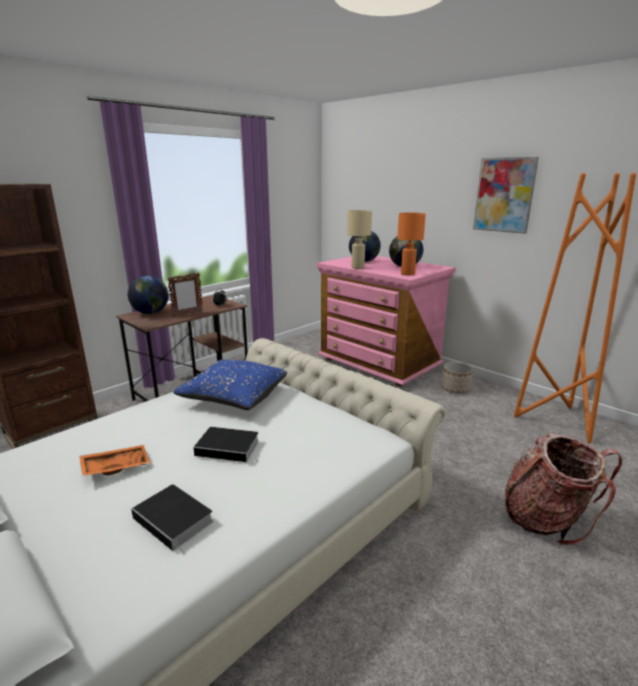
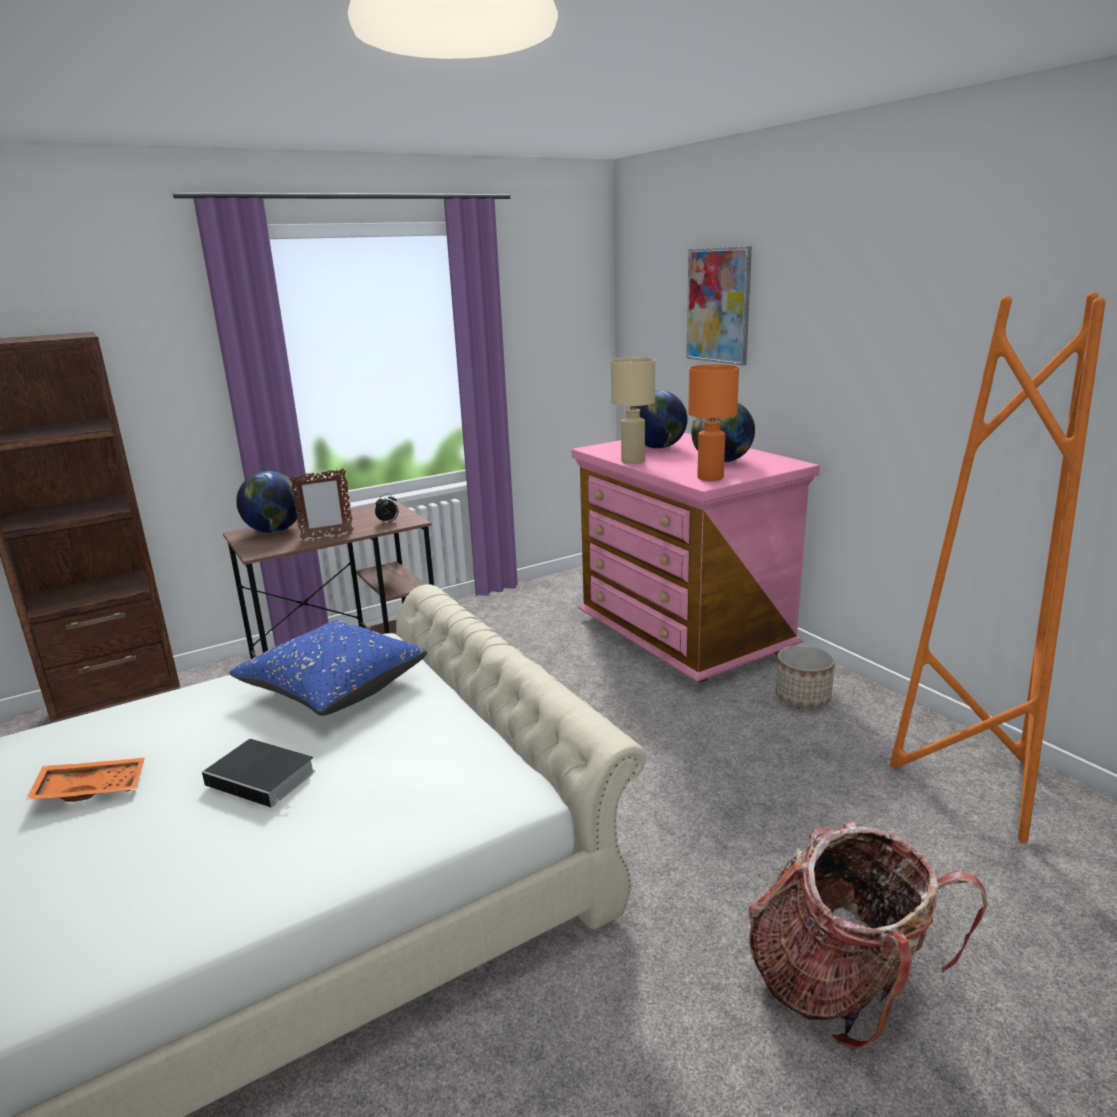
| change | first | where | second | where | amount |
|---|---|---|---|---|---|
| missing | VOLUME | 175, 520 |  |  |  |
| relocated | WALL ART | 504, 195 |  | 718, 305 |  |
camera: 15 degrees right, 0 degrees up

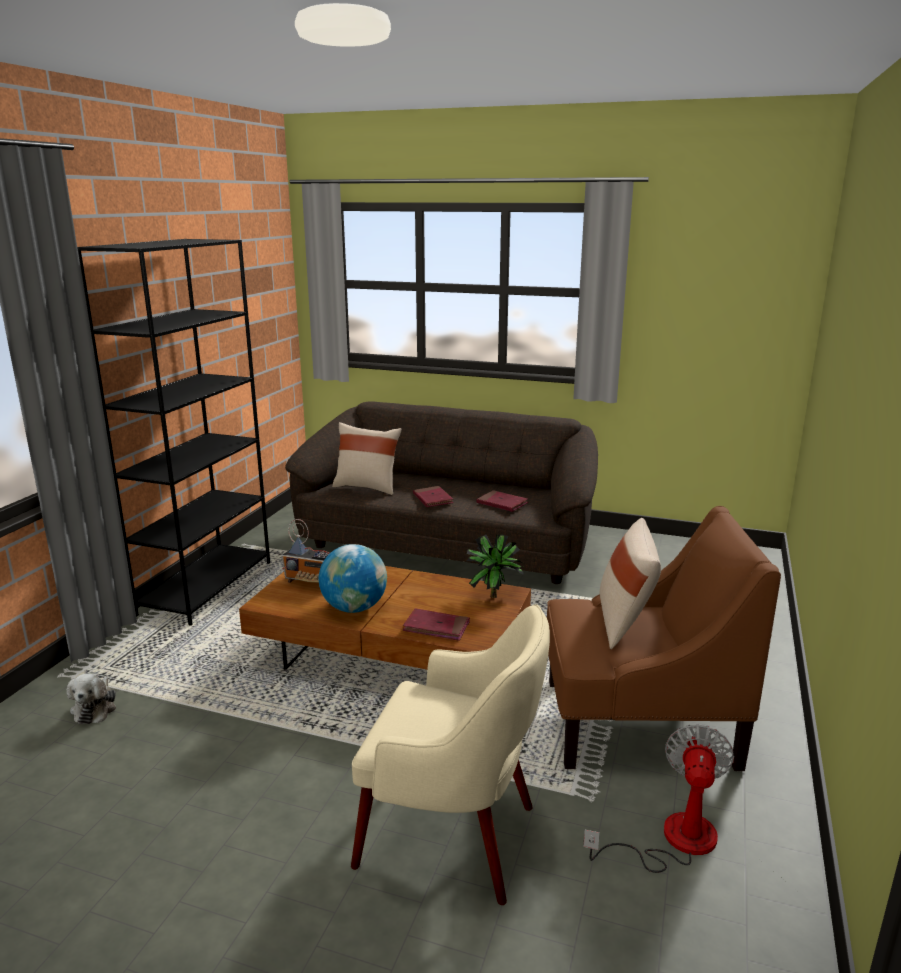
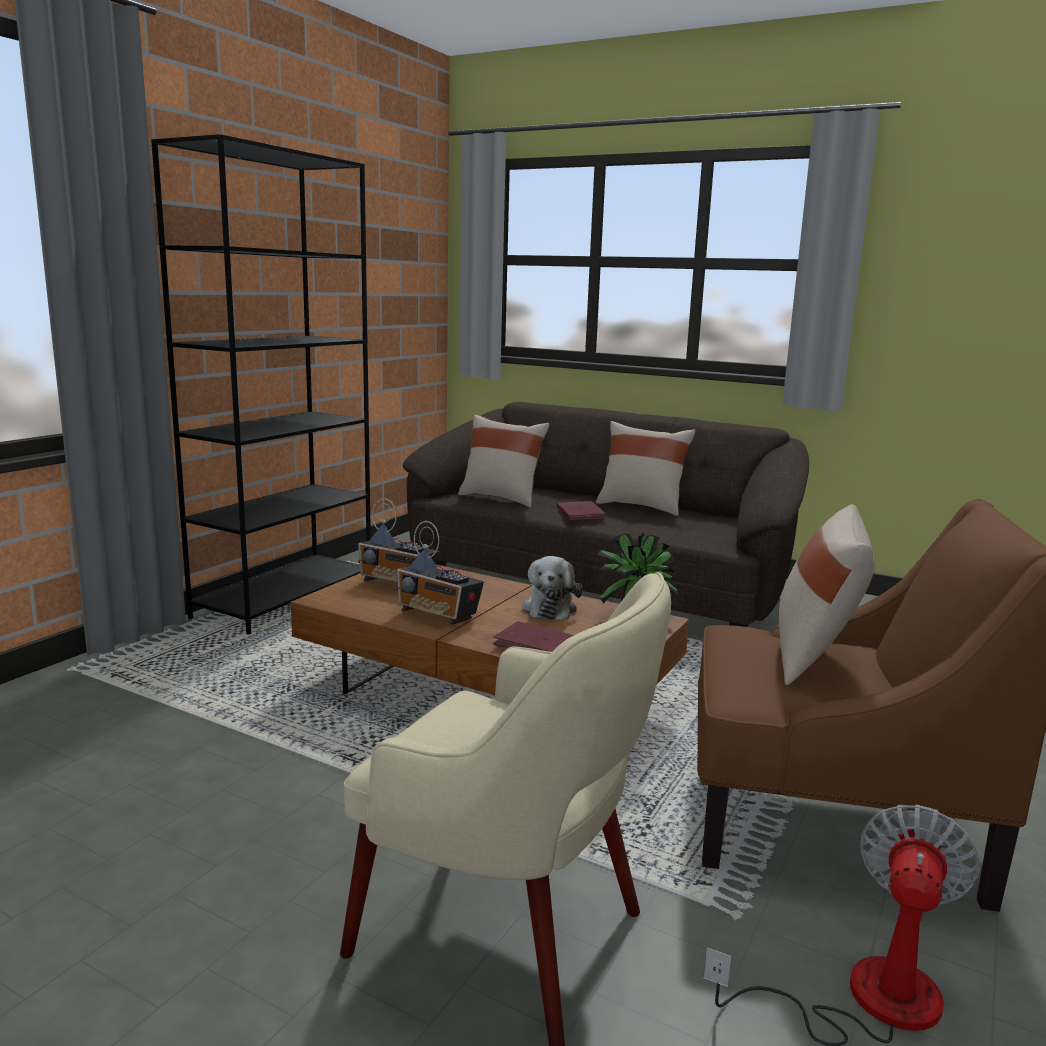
| change | first | where | second | where | amount |
|---|---|---|---|---|---|
| relocated | PLUSH TOY | 95, 708 |  | 550, 608 |  |
| exchanged | GLOBE | 354, 608 | RADIO | 438, 615 |  |
| missing | REDDISH VOLUME | 502, 503 |  |  |  |
| appeared |  |  | BEIGE-COLOURED PILLOW | 641, 506 |  |
camera: 10 degrees right, 5 degrees down

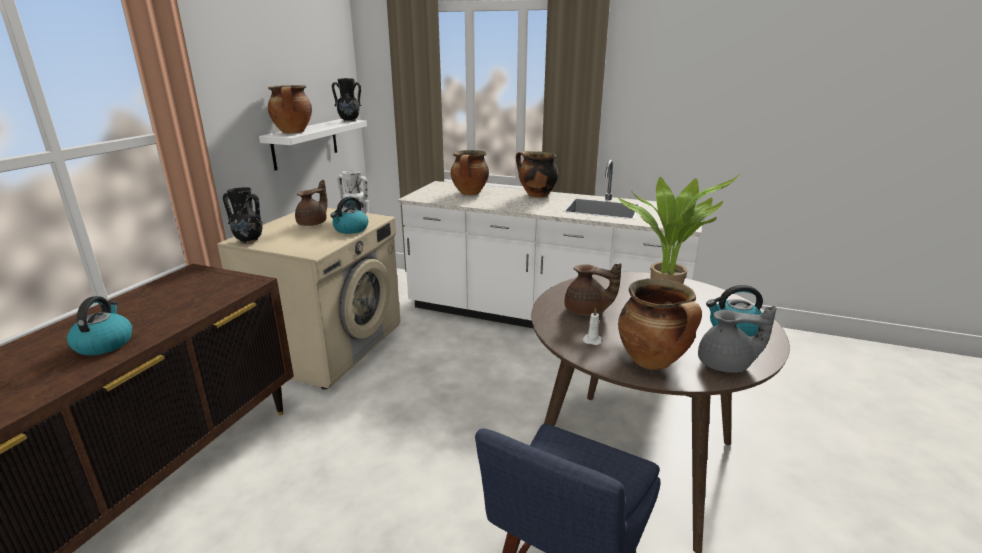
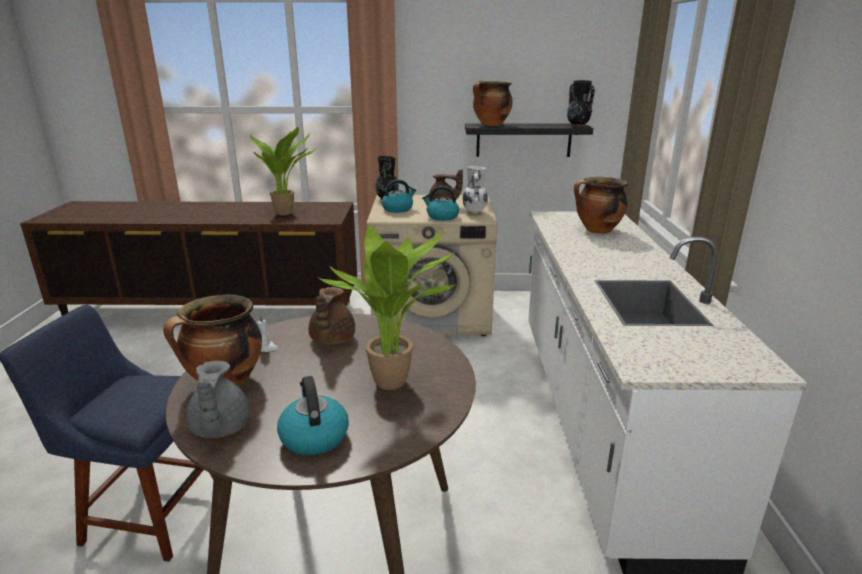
| change | first | where | second | where | amount |
|---|---|---|---|---|---|
| relocated | WATER KETTLE | 104, 344 |  | 398, 209 |  |
| colour | WHITISH WALL SHELF | 305, 143 | BLACK-COLOURED WALL SHELF | 523, 140 |  |
| missing | SAUCEPOT | 536, 195 |  |  |  |
| appeared |  |  | PLANT IN A POT | 287, 213 |  |
camera: 70 degrees right, 0 degrees up

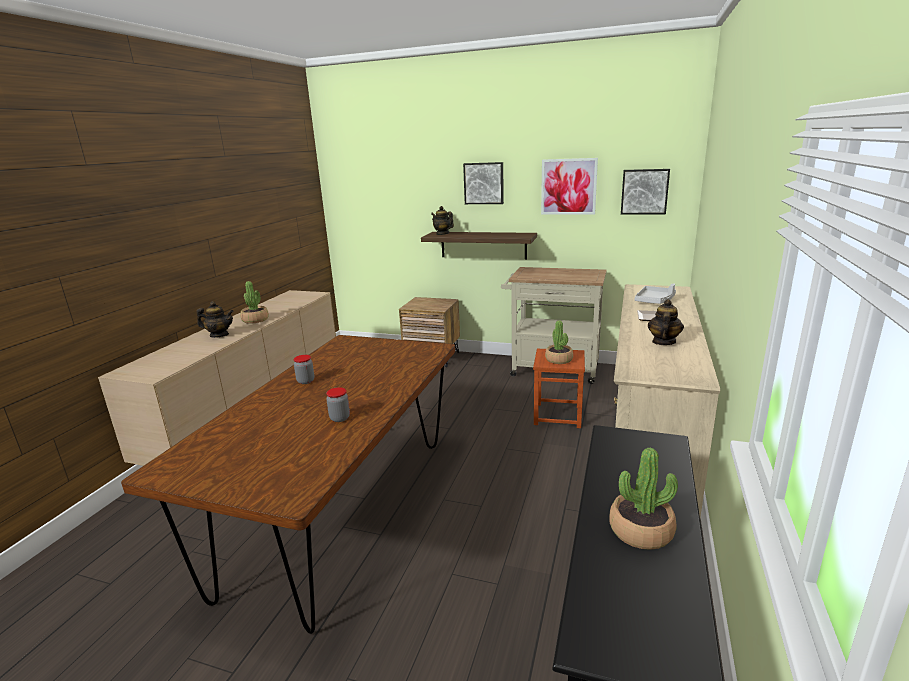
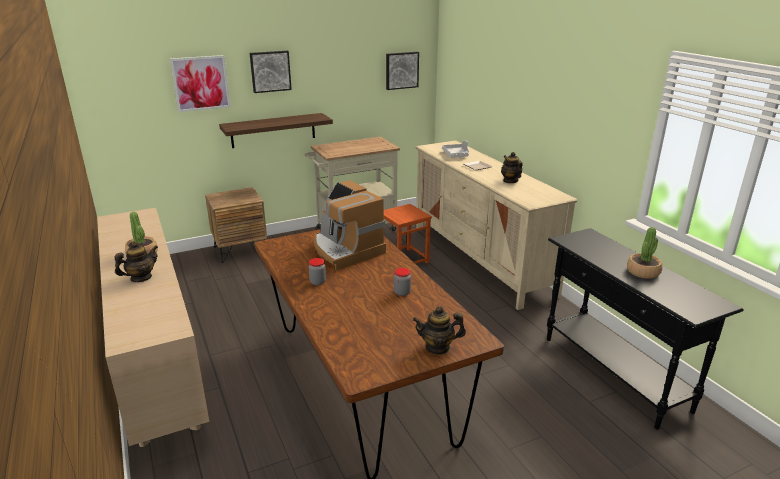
| change | first | where | second | where | amount |
|---|---|---|---|---|---|
| relocated | TEAPOT | 442, 233 |  | 438, 347 |  |
| relocated | WALL ART | 568, 186 |  | 201, 83 |  |
| missing | PLANT IN A POT | 559, 359 |  |  |  |
| appeared |  |  | COFFEE MAKER | 345, 250 |  |
camera: 45 degrees left, 5 degrees up

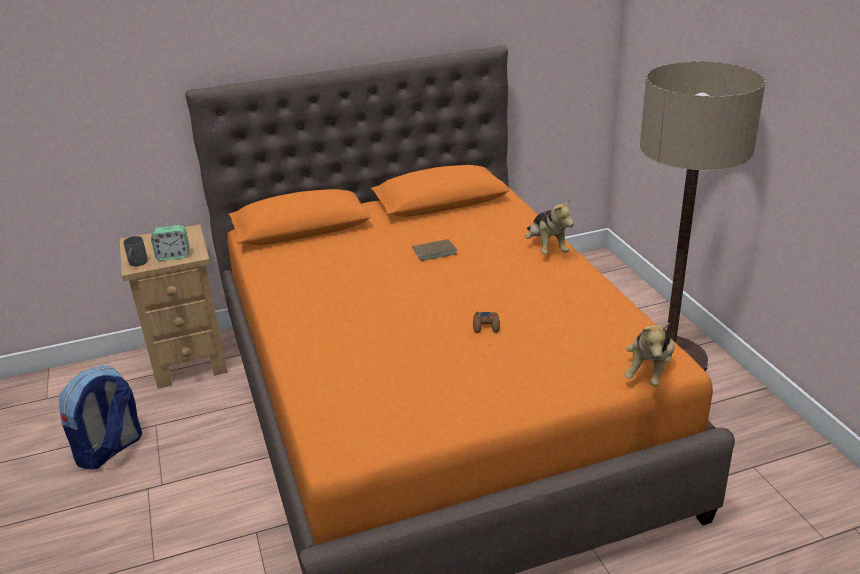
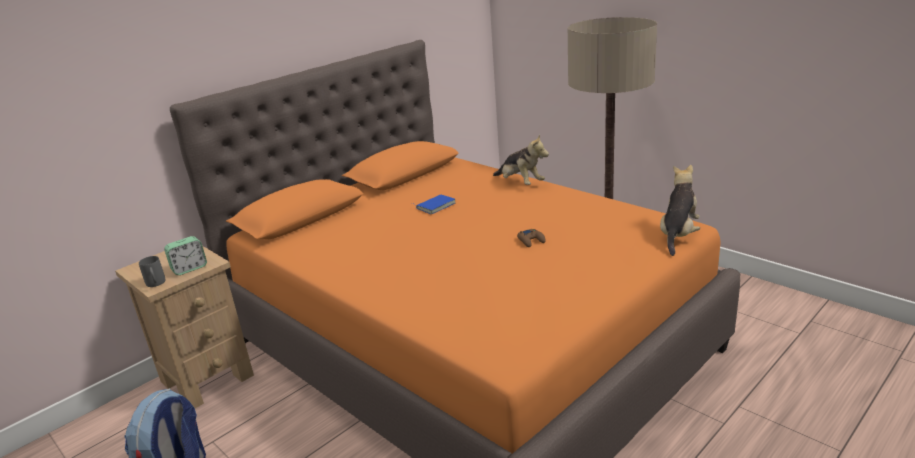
| change | first | where | second | where | amount |
|---|---|---|---|---|---|
| colour | BROWN VOLUME | 434, 251 | BLUE-COLOURED VOLUME | 435, 206 |  |
| spun | PLUSH TOY | 649, 371 |  | 678, 235 | 150 degrees counterclockwise |
camera: 25 degrees left, 5 degrees down

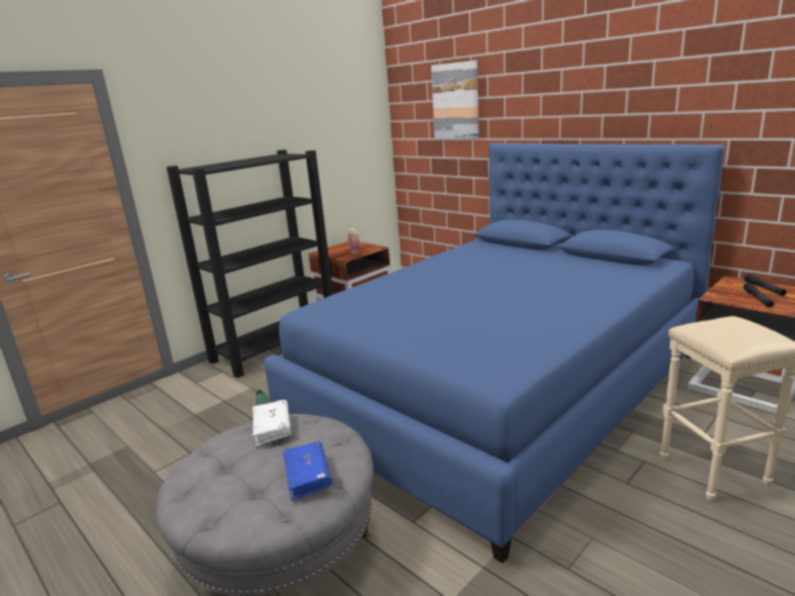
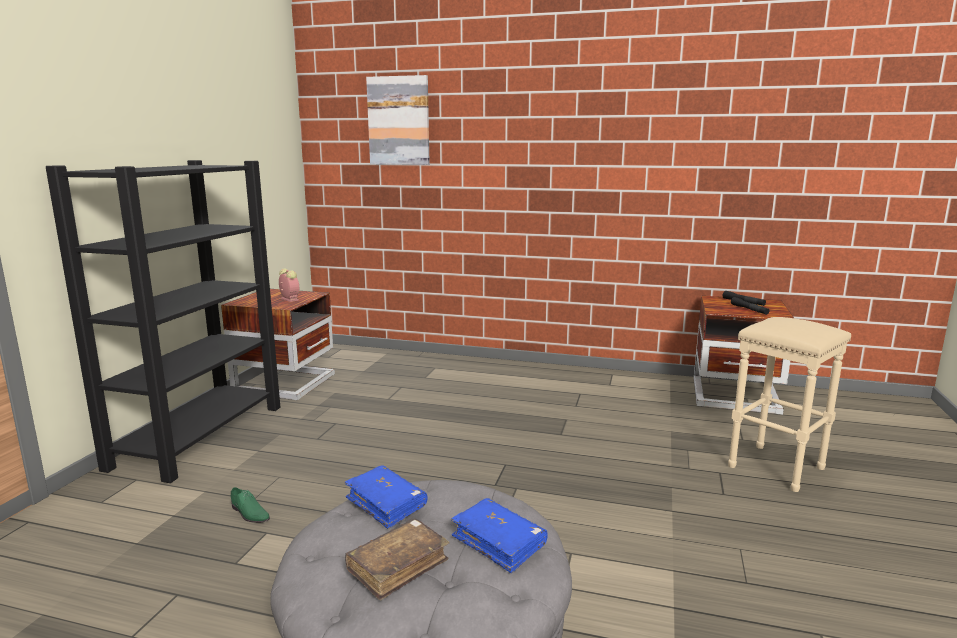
| change | first | where | second | where | amount |
|---|---|---|---|---|---|
| colour | WHITISH VOLUME | 272, 428 | BLUE-COLOURED VOLUME | 386, 504 |  |
| missing | BLUE-COLOURED SLEEPING BED | 500, 388 |  |  |  |
| appeared |  |  | BROWN VOLUME | 398, 566 |  |
camera: 30 degrees left, 5 degrees down

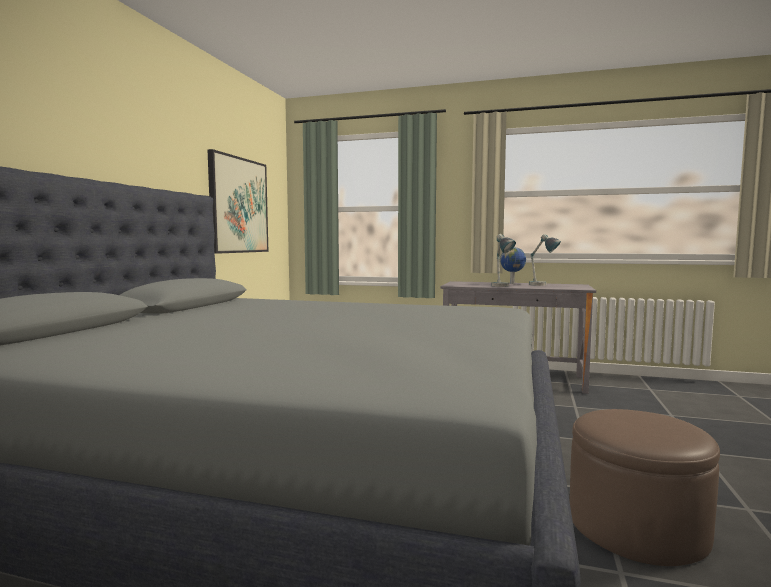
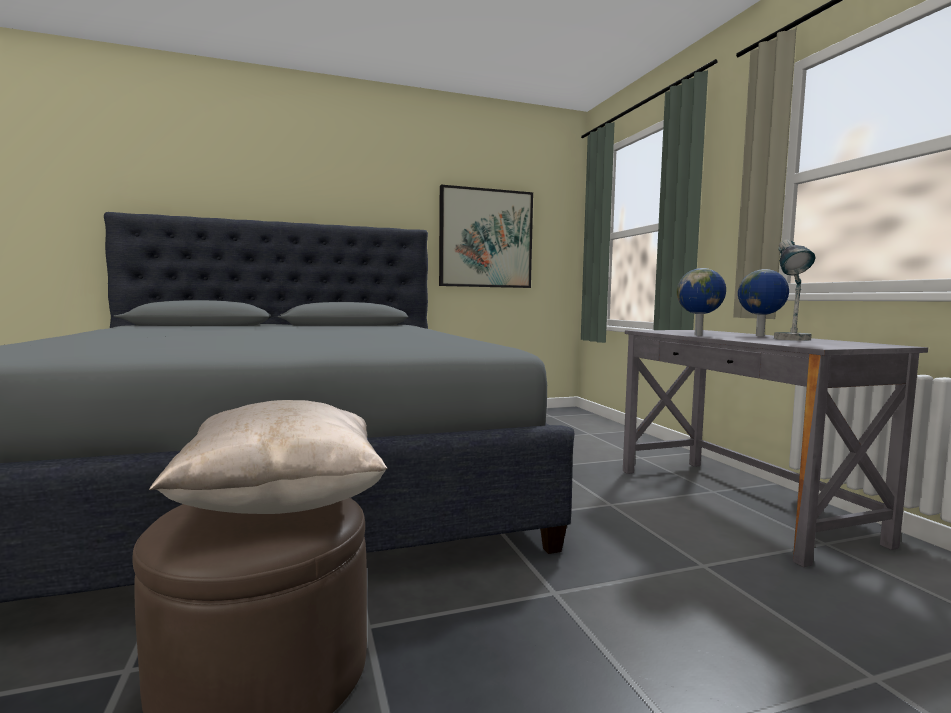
| change | first | where | second | where | amount |
|---|---|---|---|---|---|
| exchanged | LAMP FOR A TABLE | 502, 286 | GLOBE | 699, 335 |  |
| appeared |  |  | BEIGE-COLOURED PILLOW | 283, 501 |  |
camera: 55 degrees right, 0 degrees up

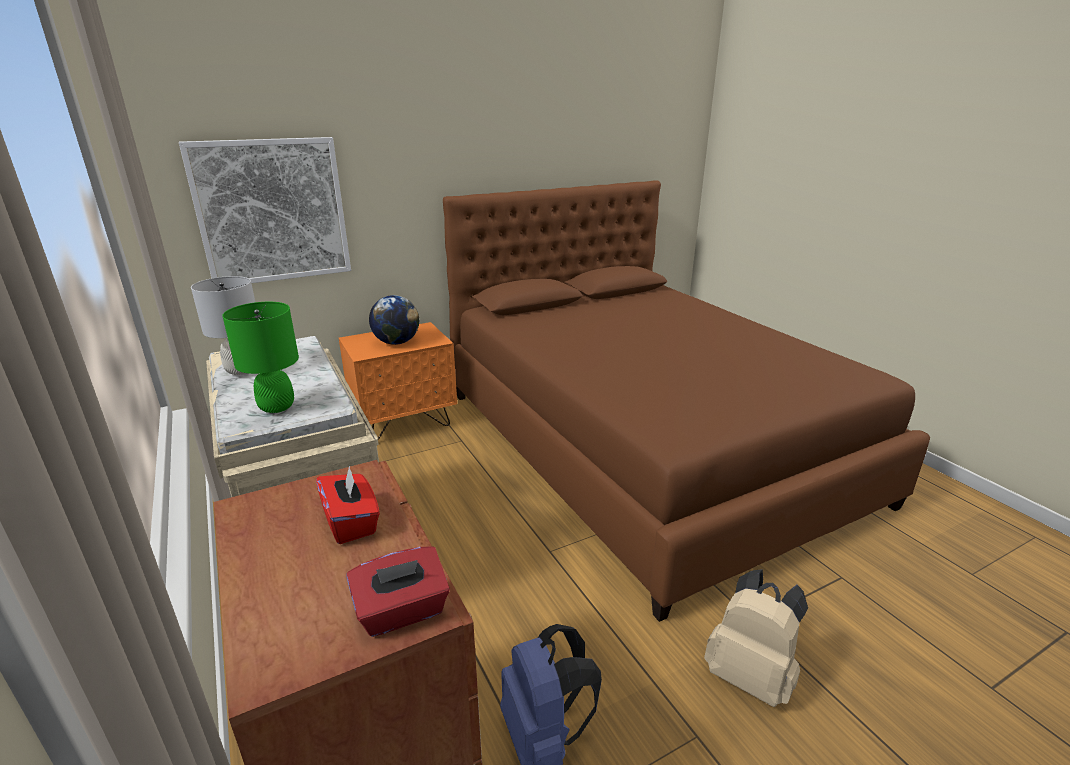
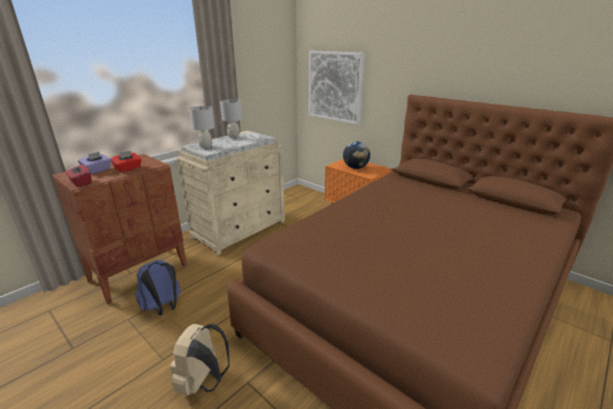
| change | first | where | second | where | amount |
|---|---|---|---|---|---|
| colour | GREEN-COLOURED LAMP FOR A TABLE | 275, 408 | GREYISH LAMP FOR A TABLE | 205, 146 |  |
| appeared |  |  | PURPLE TISSUE HOLDER | 97, 170 |  |
camera: 70 degrees right, 0 degrees up

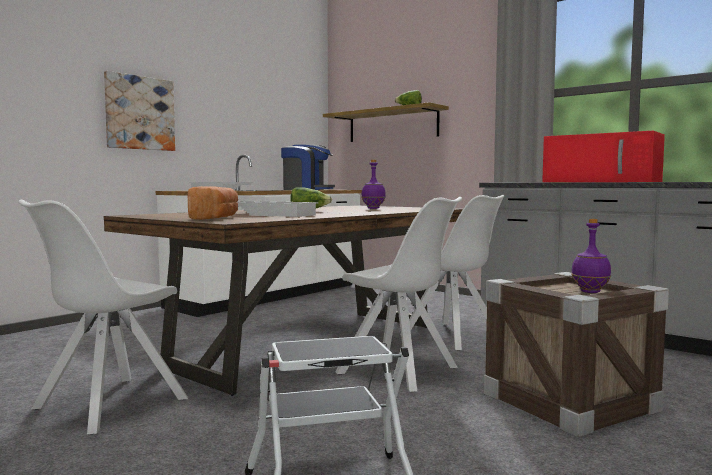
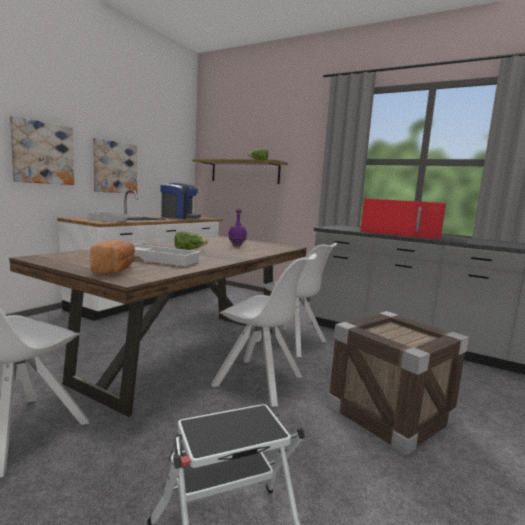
| change | first | where | second | where | amount |
|---|---|---|---|---|---|
| missing | PURPLE BOTTLE | 589, 292 |  |  |  |
| appeared |  |  | WALL ART | 115, 167 |  |
camera: 10 degrees left, 5 degrees up

